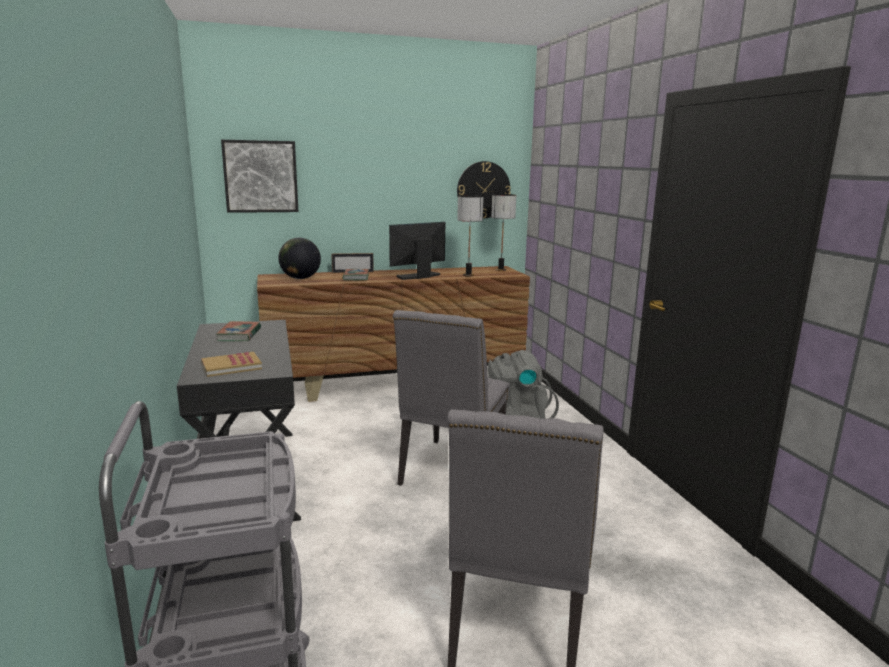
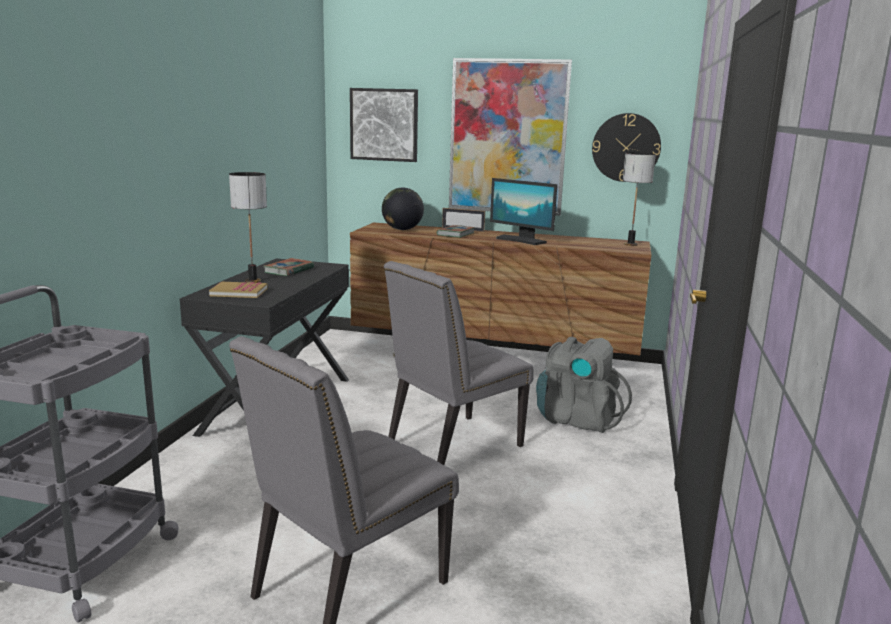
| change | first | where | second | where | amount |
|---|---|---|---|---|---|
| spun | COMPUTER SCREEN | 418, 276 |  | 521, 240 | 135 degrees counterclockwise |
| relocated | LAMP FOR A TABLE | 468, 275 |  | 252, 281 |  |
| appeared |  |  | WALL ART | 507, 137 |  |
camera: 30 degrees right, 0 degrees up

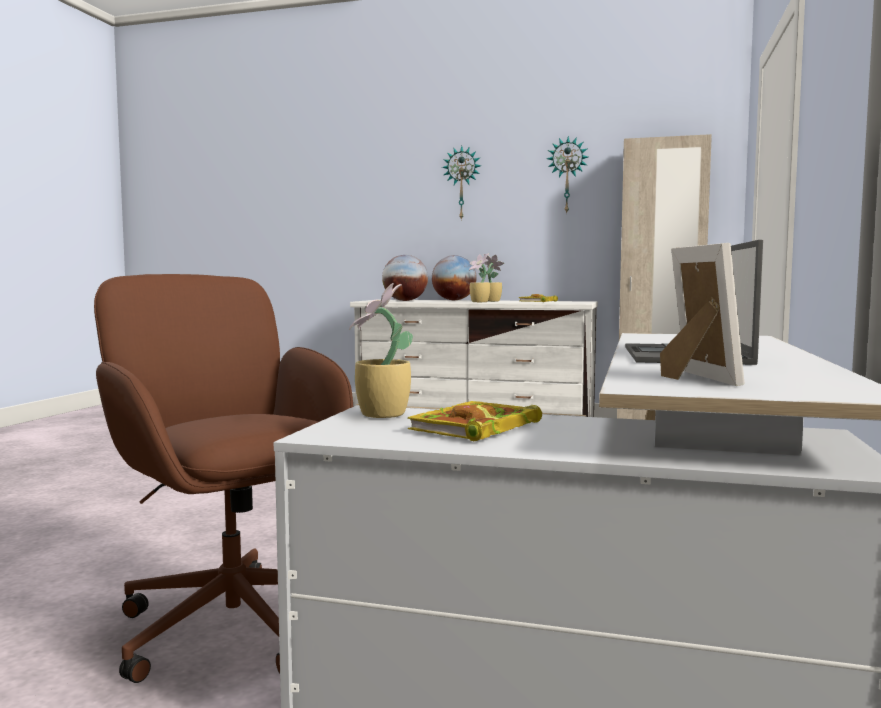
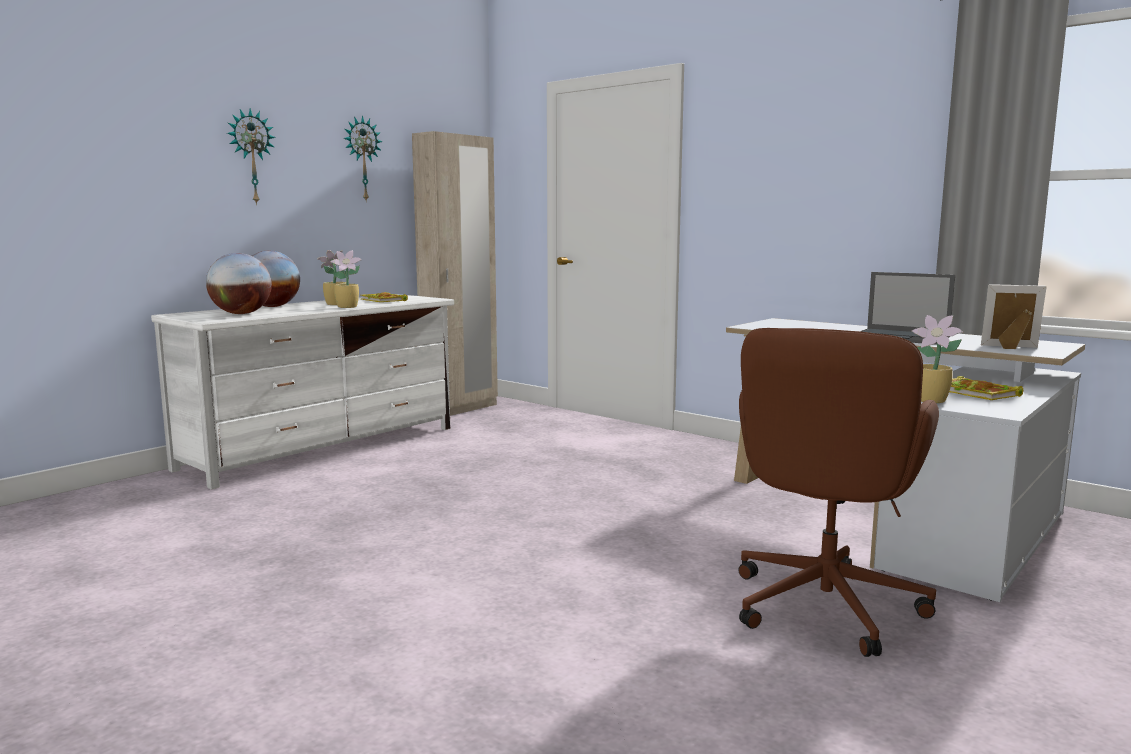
| change | first | where | second | where | amount |
|---|---|---|---|---|---|
| spun | BROWN COMPUTER CHAIR | 234, 626 |  | 824, 606 | 45 degrees counterclockwise |
camera: 65 degrees left, 5 degrees up

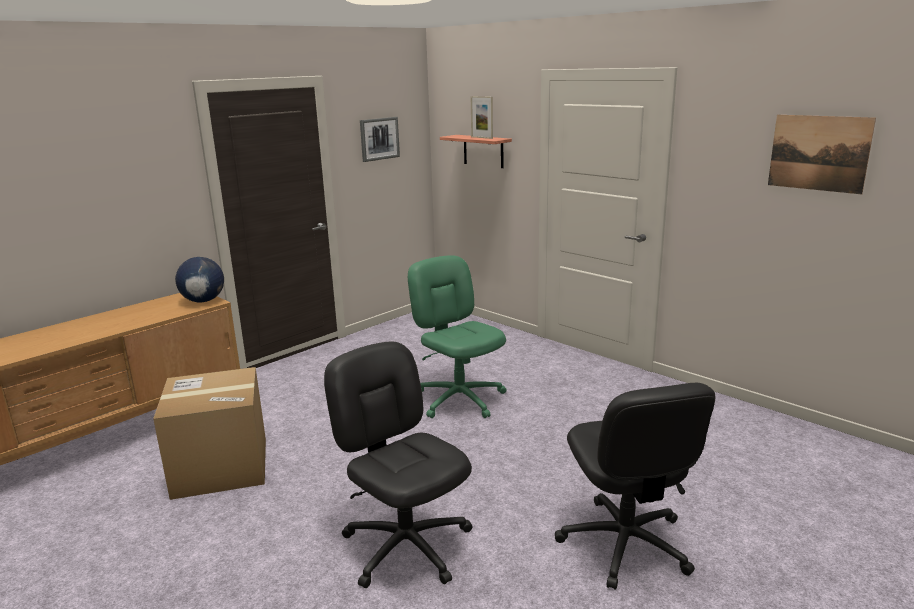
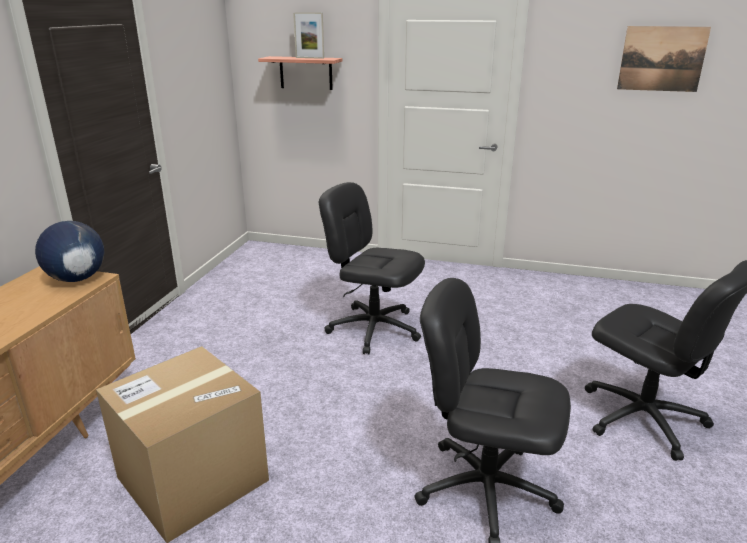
| change | first | where | second | where | amount |
|---|---|---|---|---|---|
| missing | WALL ART | 379, 139 |  |  |  |
| colour | GREEN-COLOURED COMPUTER CHAIR | 460, 399 | BLACK-COLOURED COMPUTER CHAIR | 374, 328 |  |
camera: 30 degrees left, 5 degrees up

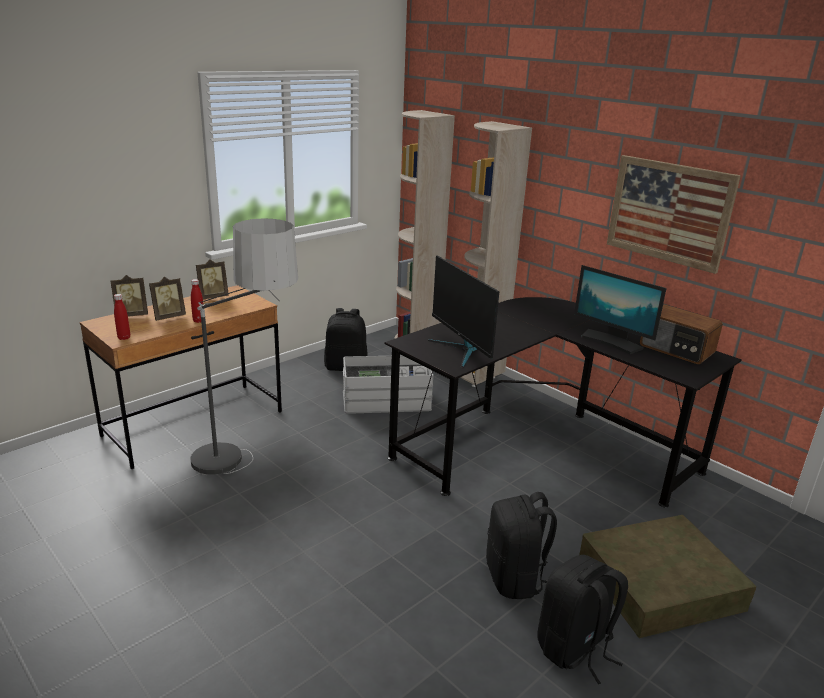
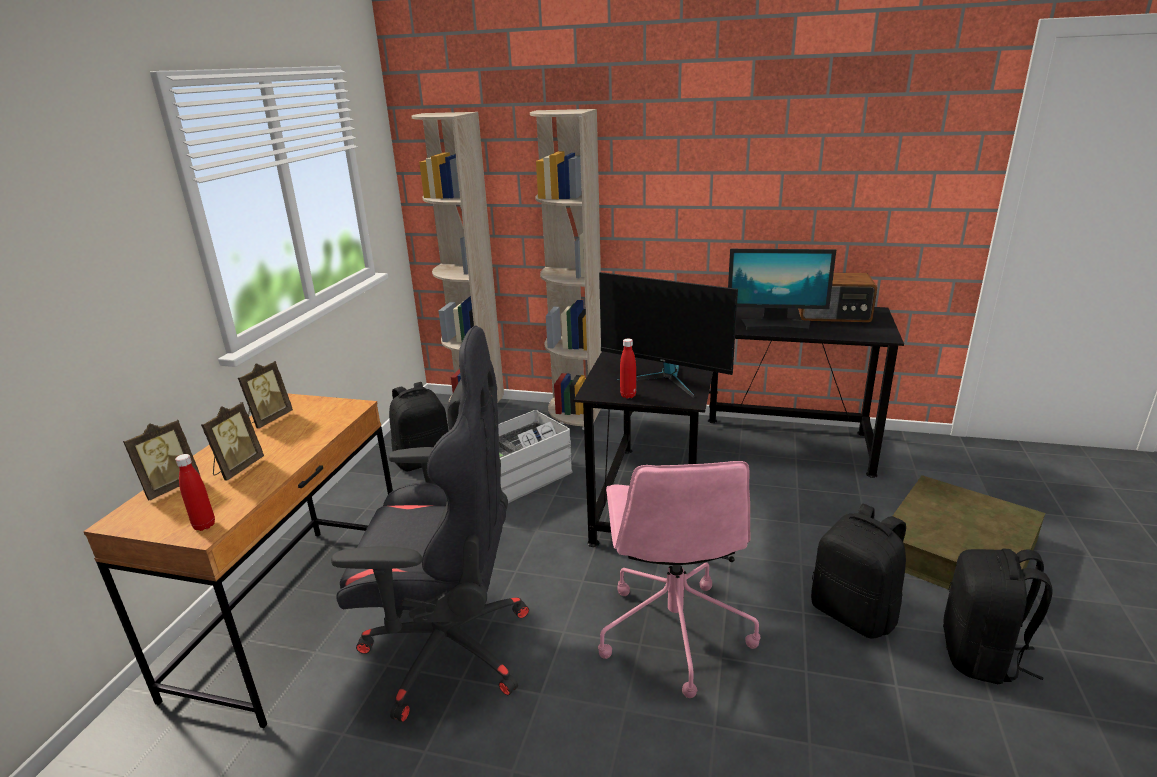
| change | first | where | second | where | amount |
|---|---|---|---|---|---|
| exchanged | STANDING LAMP | 246, 475 | BLACK-COLOURED COMPUTER CHAIR | 446, 650 |  |
| relocated | REDDISH BOTTLE | 198, 321 |  | 628, 395 |  |
| missing | WALL ART | 669, 212 |  |  |  |
| appeared |  |  | PINK-COLOURED COMPUTER CHAIR | 673, 628 |  |
camera: 30 degrees left, 0 degrees up

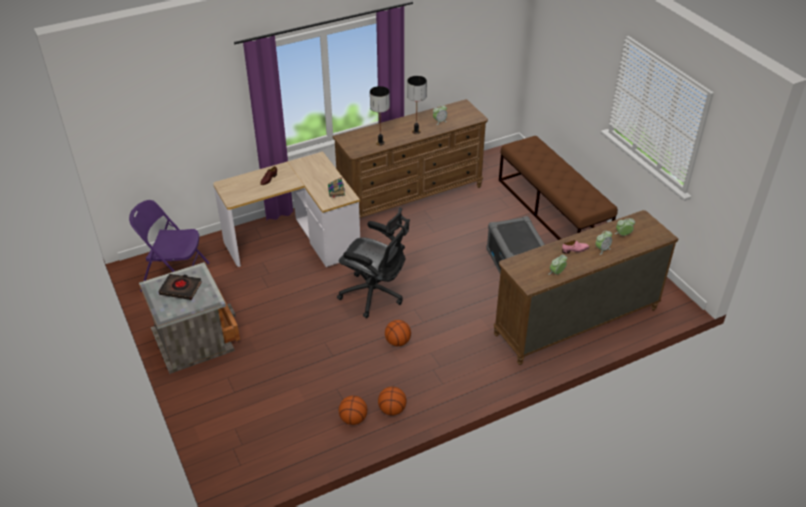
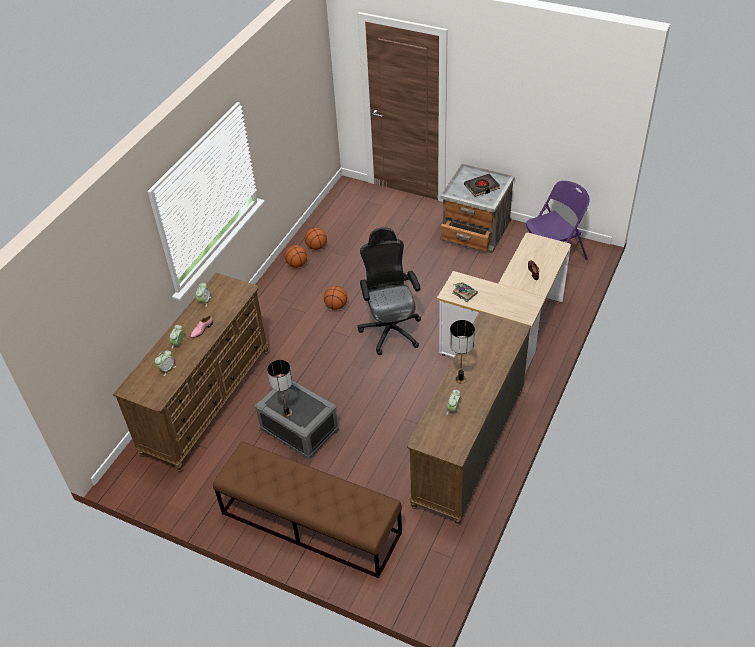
| change | first | where | second | where | amount |
|---|---|---|---|---|---|
| spun | COMPUTER CHAIR | 375, 295 |  | 390, 329 | 90 degrees clockwise |
| relocated | LAMP FOR A TABLE | 380, 143 |  | 286, 413 |  |
camera: 145 degrees right, 5 degrees up

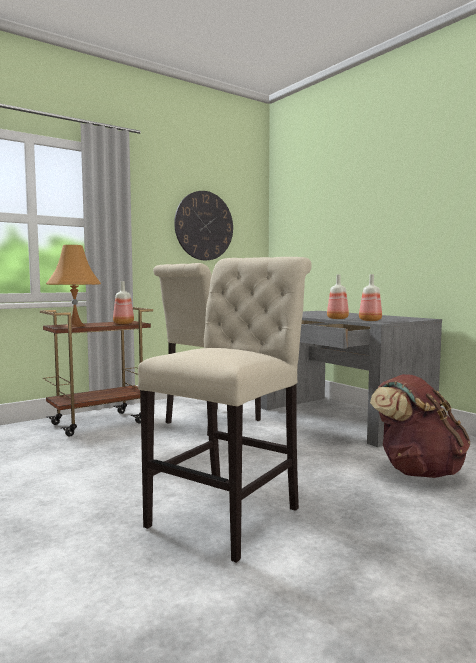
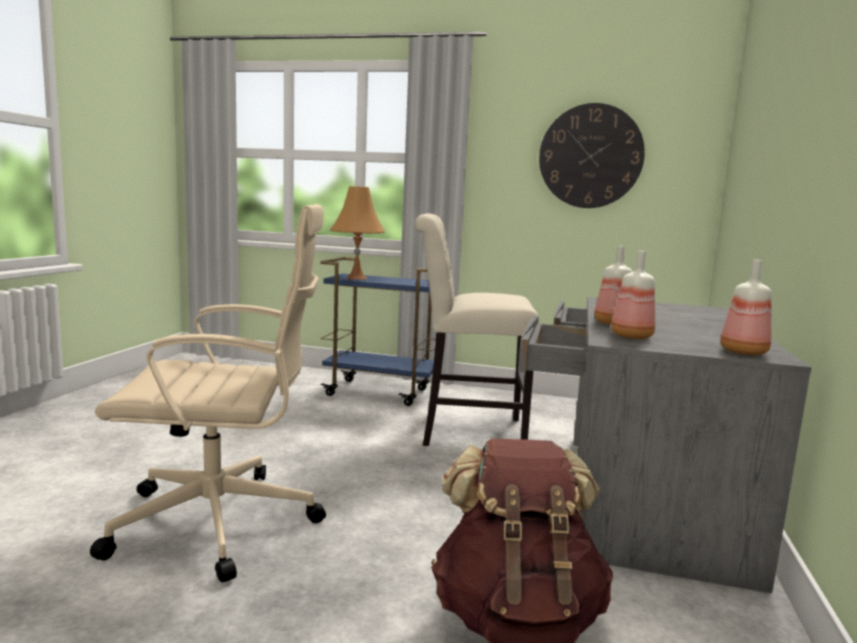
| change | first | where | second | where | amount |
|---|---|---|---|---|---|
| colour | BROWN TROLLEY | 101, 423 | BLUE-COLOURED TROLLEY | 381, 393 |  |
| relocated | BOTTLE | 124, 323 |  | 744, 353 |  |
| exchanged | BEIGE-COLOURED STOOL SEAT | 231, 515 | BEIGE-COLOURED COMPUTER CHAIR | 222, 522 |  |
camera: 50 degrees right, 5 degrees up

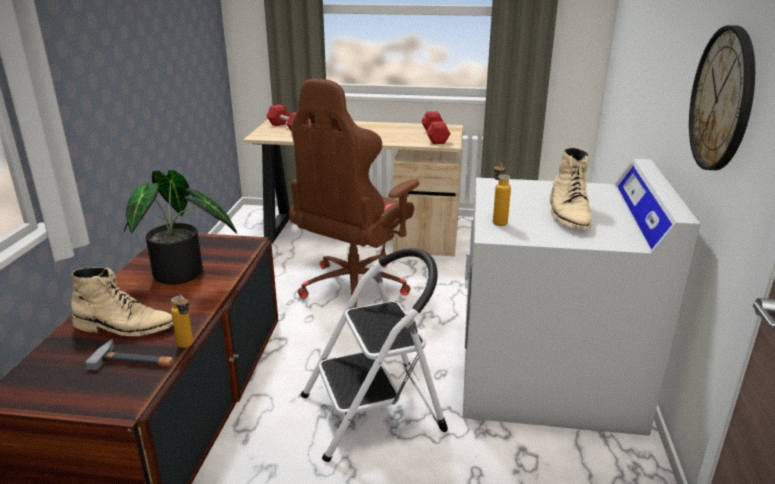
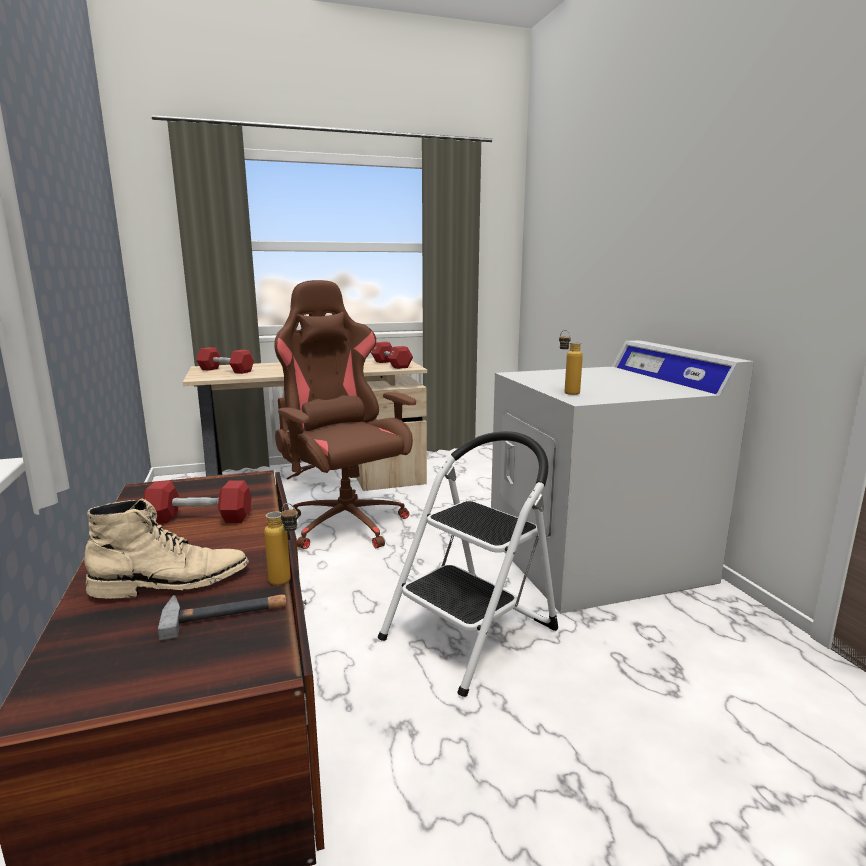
| change | first | where | second | where | amount |
|---|---|---|---|---|---|
| exchanged | PLANT IN A POT | 182, 275 | REDDISH FREE WEIGHT | 200, 518 |  |
| spun | BROWN COMPUTER CHAIR | 354, 286 |  | 348, 525 | 135 degrees clockwise |
| missing | BEIGE-COLOURED HIGH-TOP BOOT | 568, 214 |  |  |  |
| missing | HANGING CLOCK | 722, 99 |  |  |  |
camera: 25 degrees left, 10 degrees down

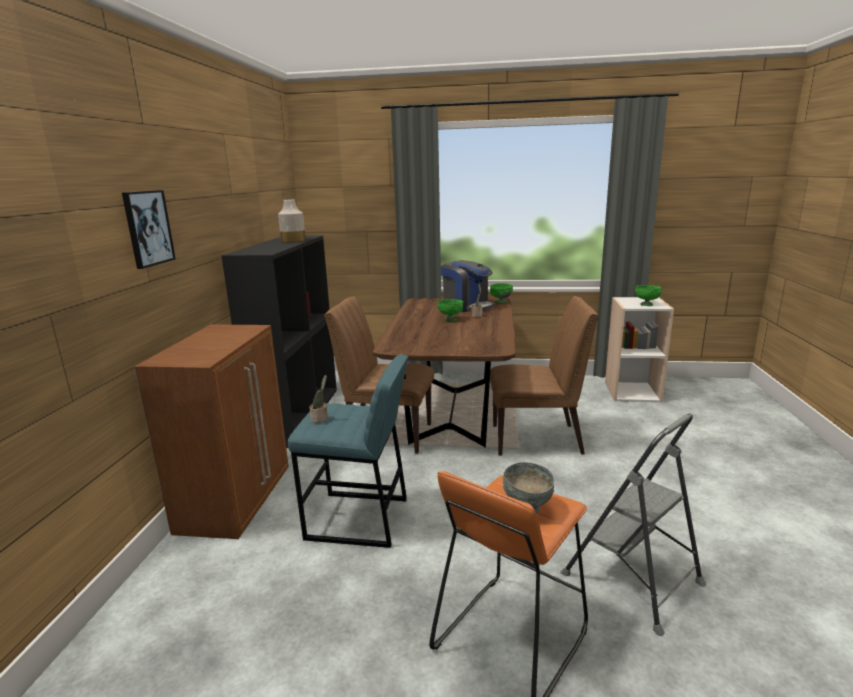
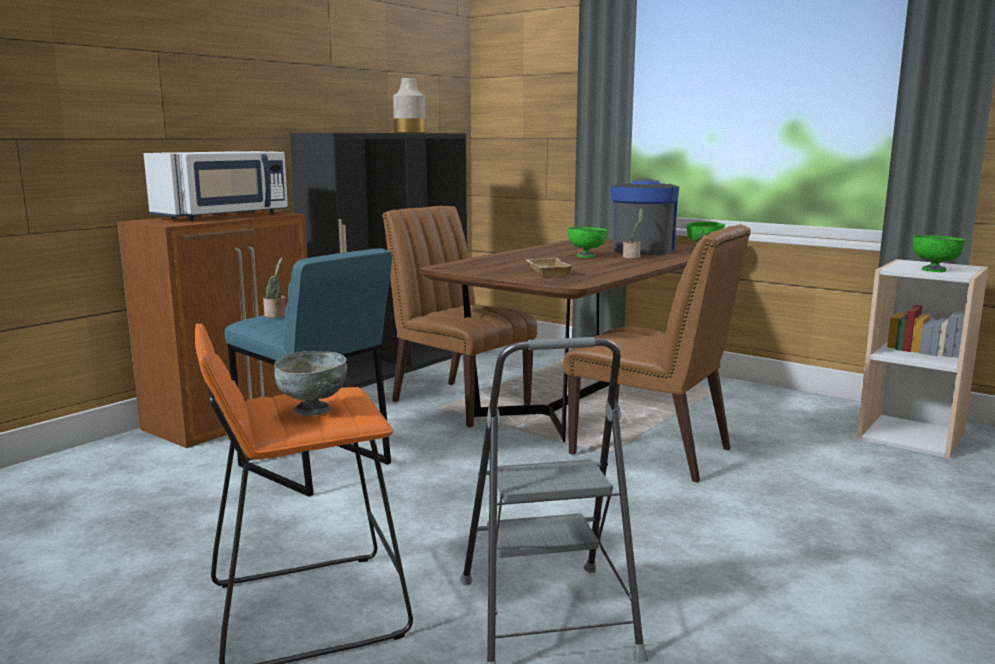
| change | first | where | second | where | amount |
|---|---|---|---|---|---|
| missing | WALL ART | 147, 228 |  |  |  |
| spun | COFFEE MAKER | 467, 306 |  | 642, 249 | 150 degrees counterclockwise |
| appeared |  |  | WHITISH MICROWAVE OVEN | 225, 216 |  |
| appeared |  |  | BEIGE-COLOURED SERVING TRAY | 546, 271 |  |
camera: 30 degrees right, 5 degrees down

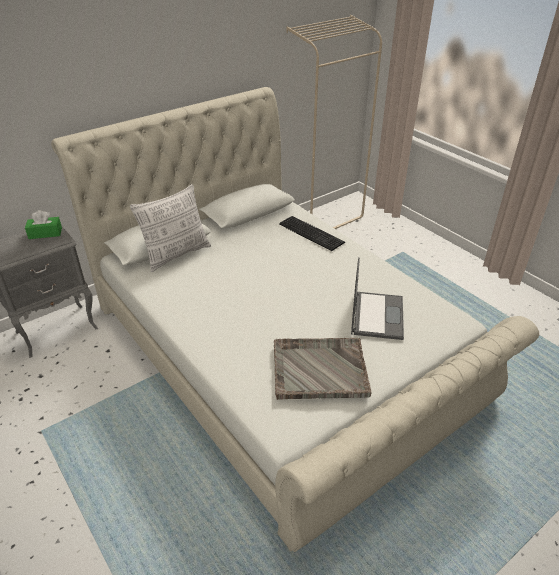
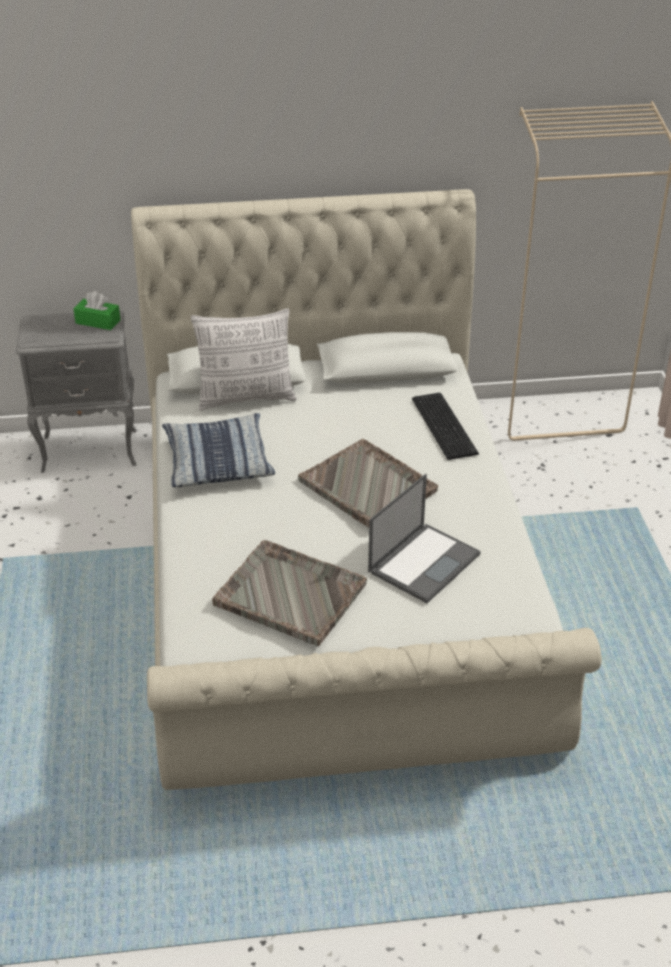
| change | first | where | second | where | amount |
|---|---|---|---|---|---|
| appeared |  |  | PILLOW | 218, 461 |  |
| appeared |  |  | GREYISH SERVING TRAY | 368, 486 |  |
camera: 30 degrees right, 0 degrees up

